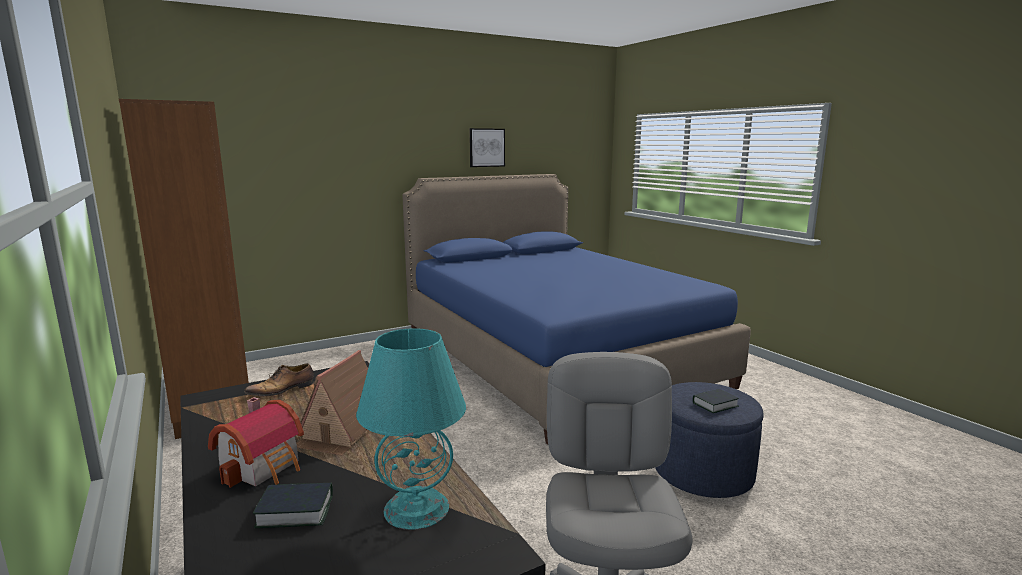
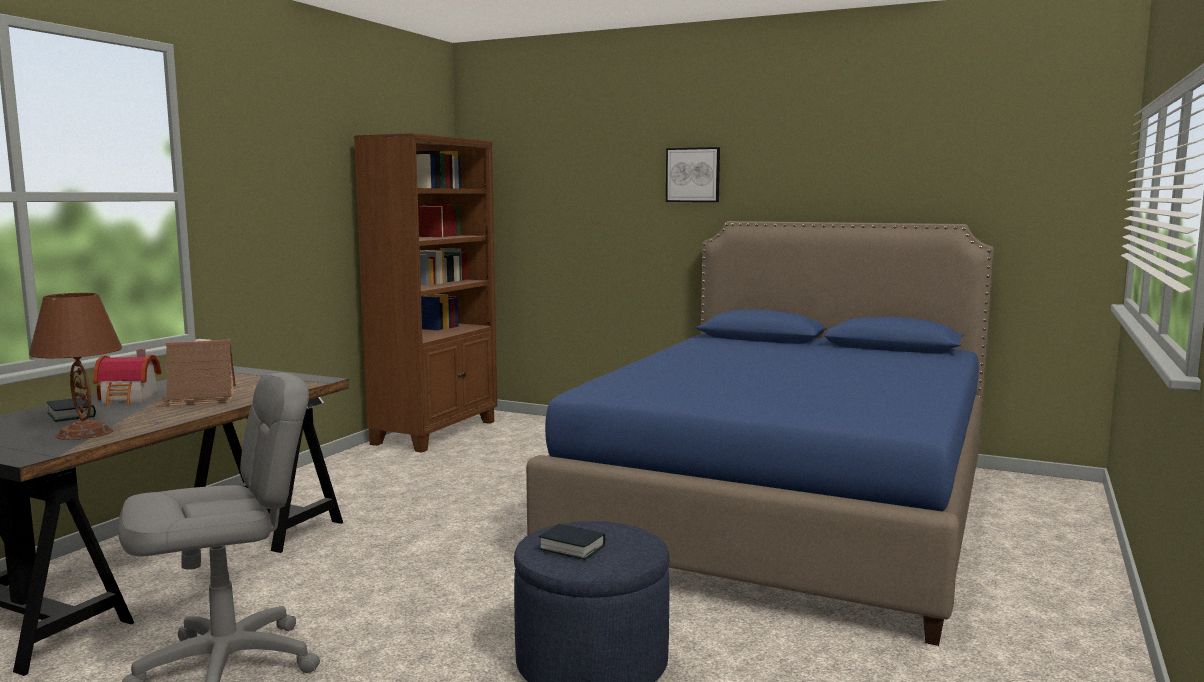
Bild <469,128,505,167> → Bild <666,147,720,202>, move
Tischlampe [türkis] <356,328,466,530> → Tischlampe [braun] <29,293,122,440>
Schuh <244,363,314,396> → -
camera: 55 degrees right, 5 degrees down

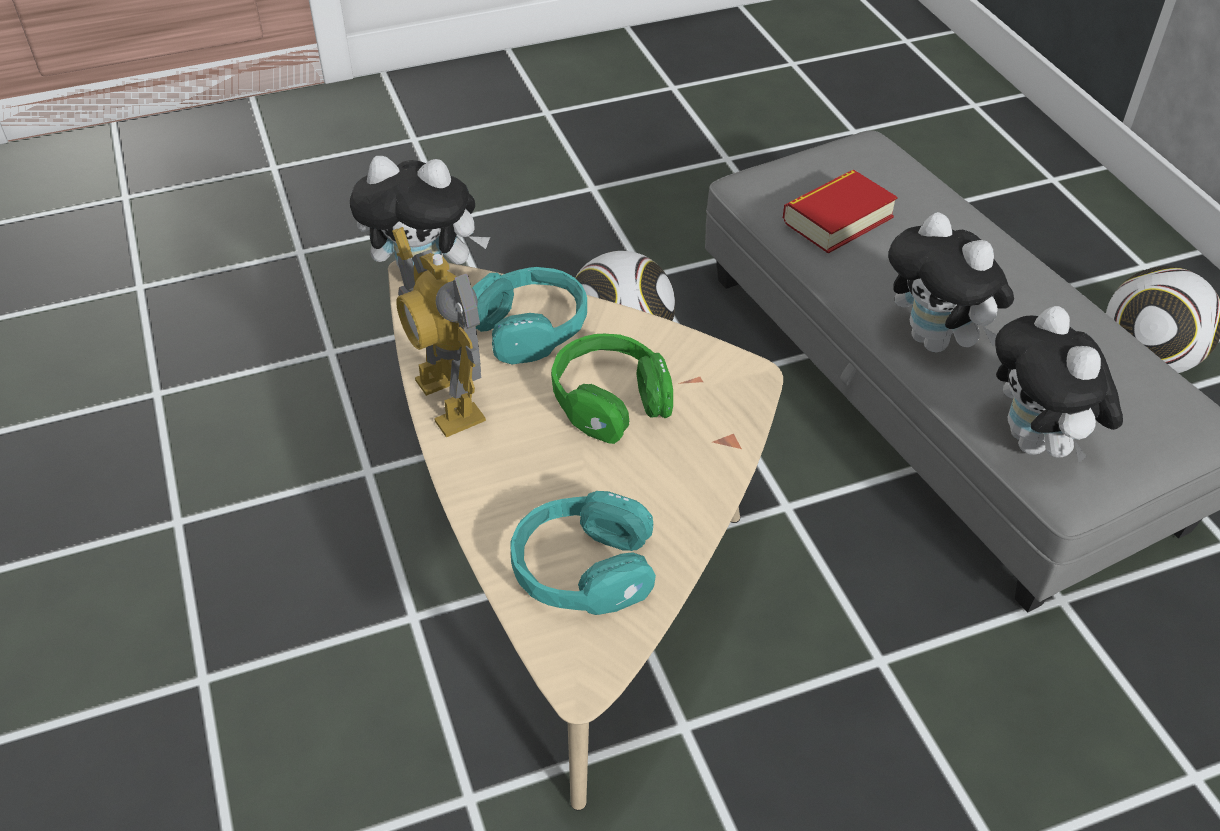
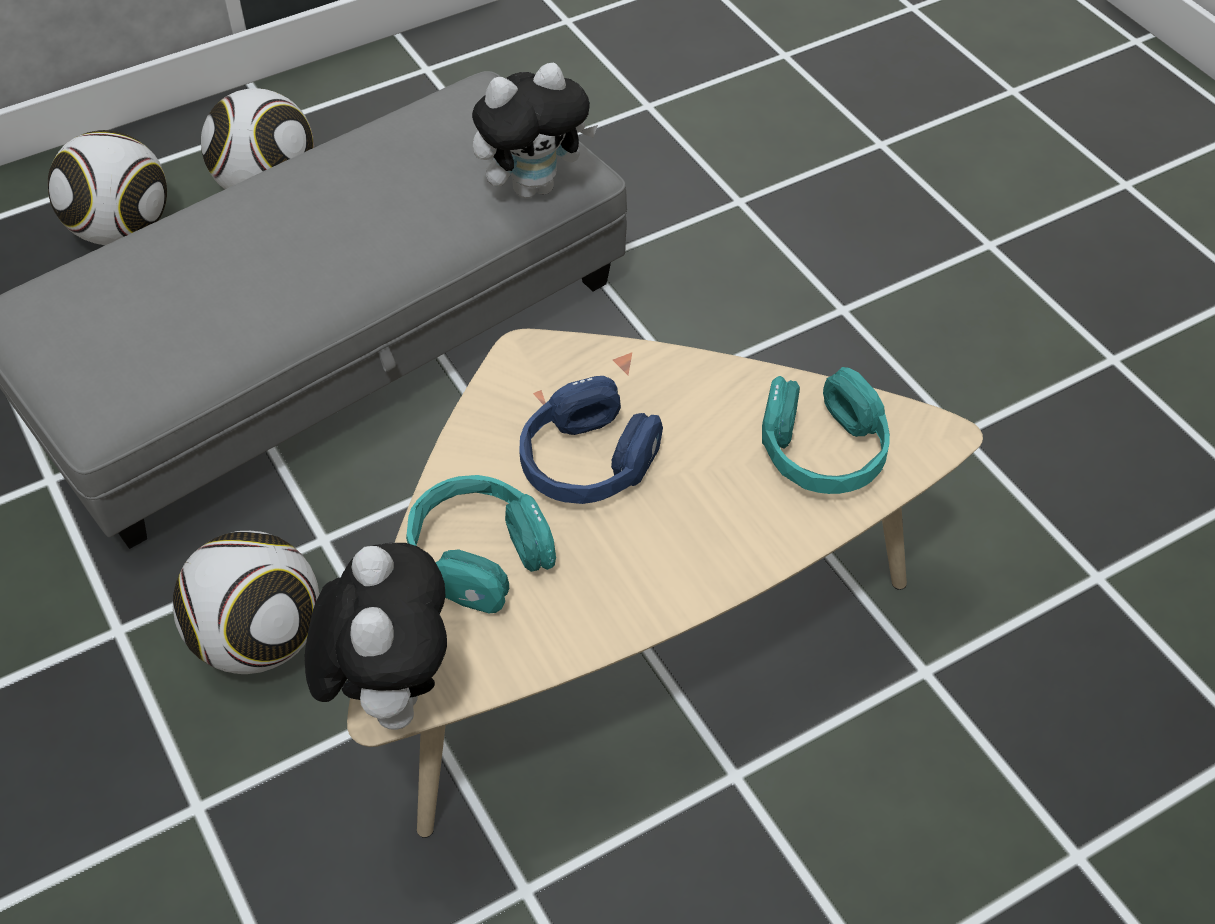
Buch <783,169,898,253> → -
Plüschtier <888,212,1014,353> → -
Spielzeugroboter <392,227,486,437> → -
Kopfhörer [grün] <551,334,673,444> → Kopfhörer [blau] <519,376,663,504>
- → Fußball <48,130,167,245>
camera: 100 degrees left, 5 degrees up

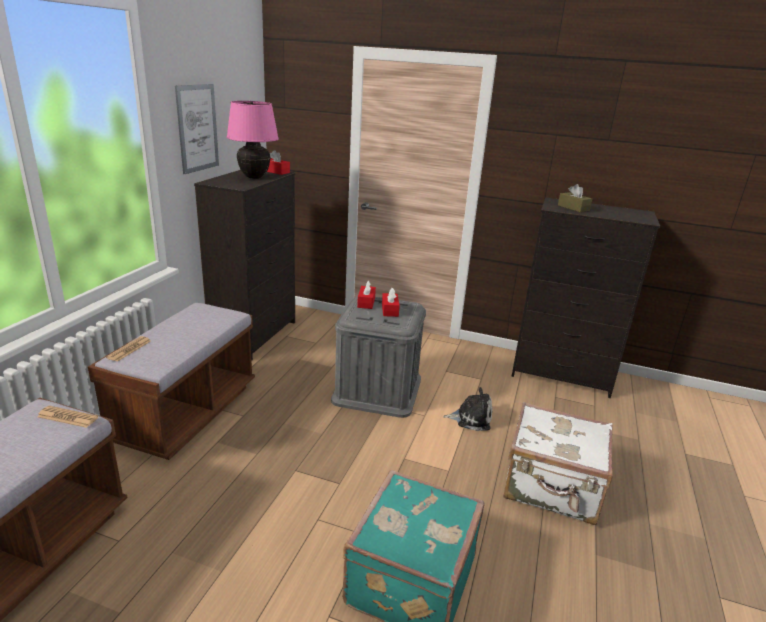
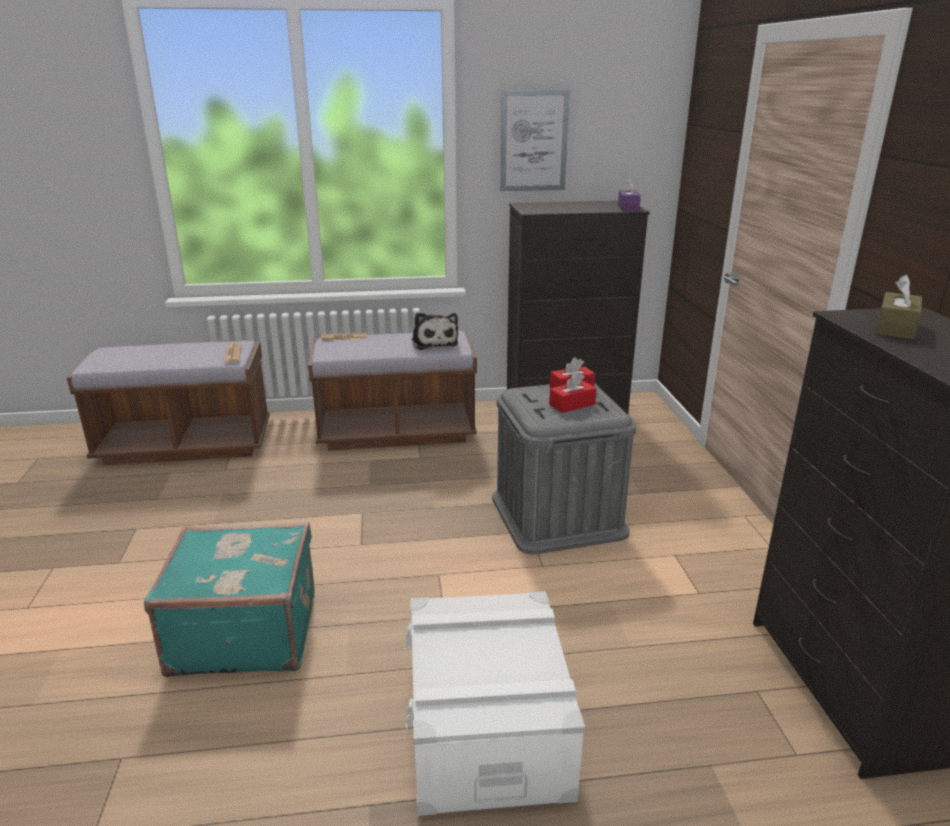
Tischlampe [rosa] <226,101,279,179> → -
Taschentuchbox [rot] <267,150,290,175> → Taschentuchbox [lila] <618,178,641,211>
Plüschtier <443,387,492,431> → Plüschtier <411,312,458,350>, move
Koffer [weiß] <503,402,613,525> → Aufbewahrungsbox [weiß] <405,591,585,816>
camera: 65 degrees right, 0 degrees up

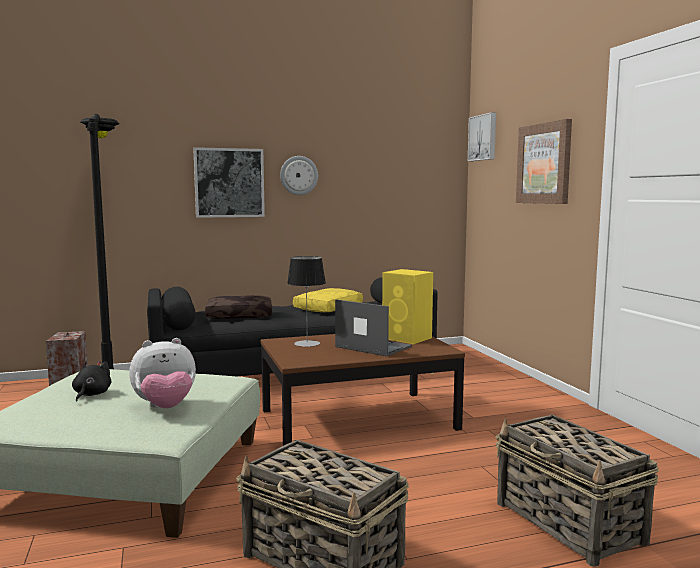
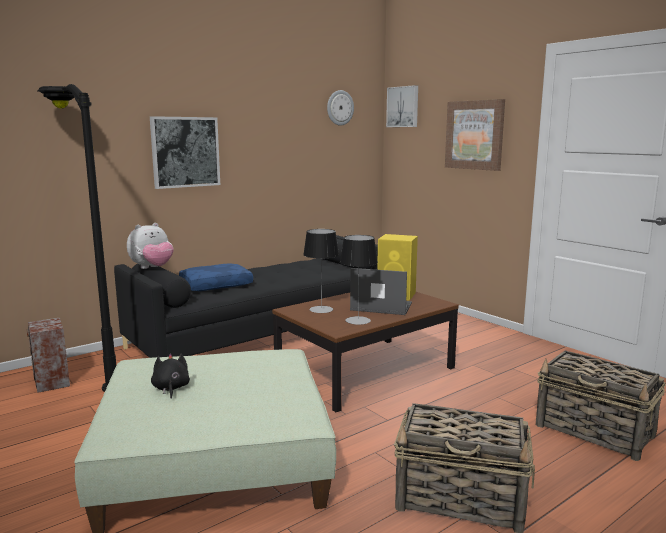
Wanduhr <280,156,318,195> → Wanduhr <327,90,354,126>, move
Kissen [gelb] <293,288,363,312> → -
Kissen [braun] <205,295,272,319> → Kissen [blau] <179,263,253,291>
Plüschtier <129,338,196,408> → Plüschtier <127,223,174,269>, move
- → Tischlampe <340,235,378,325>
camera: 20 degrees left, 5 degrees up

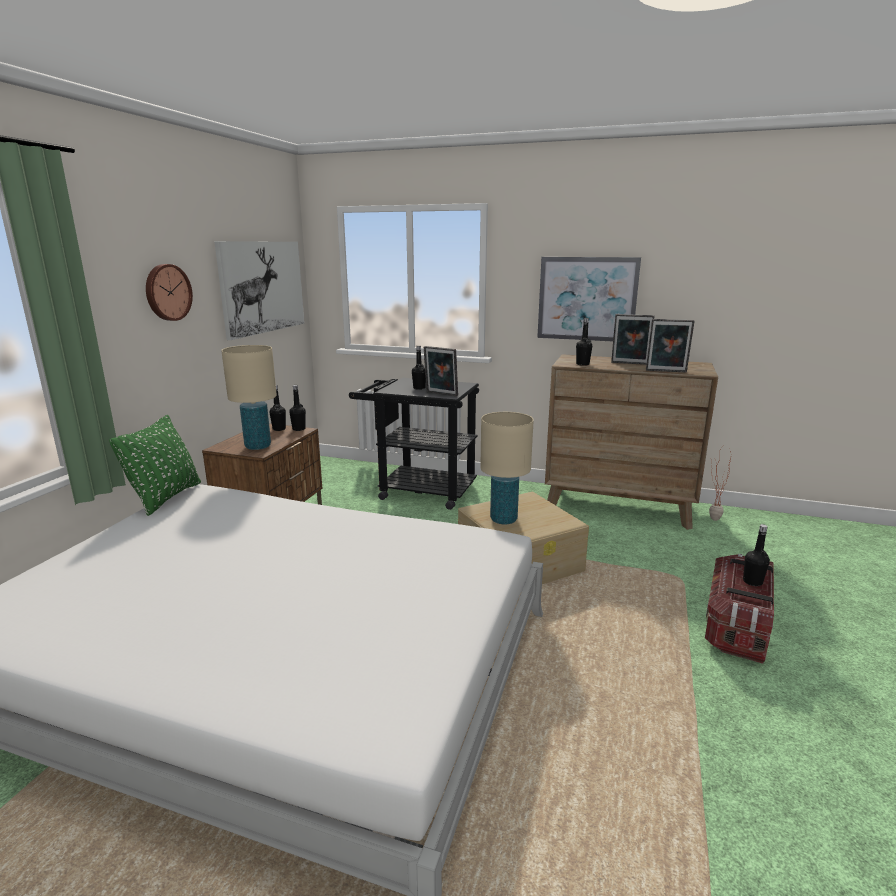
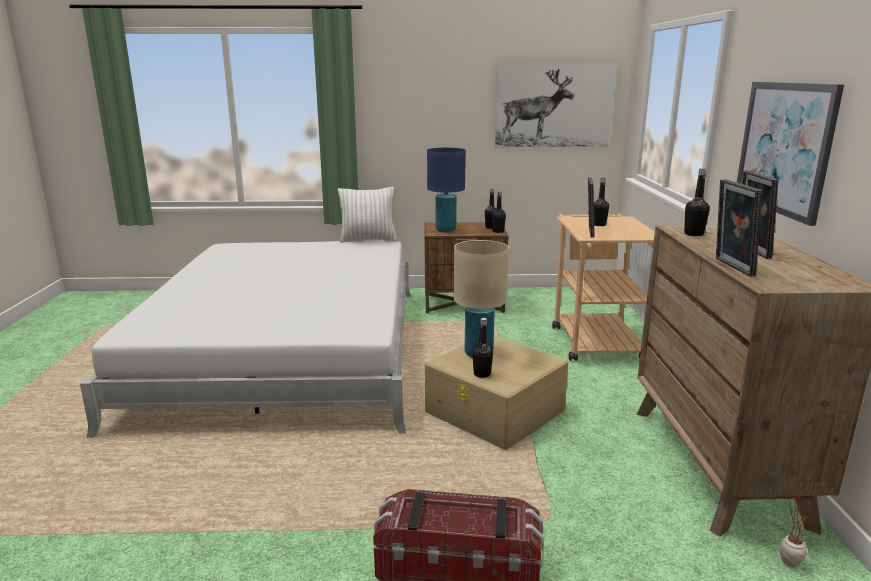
Wanduhr <146,264,193,321> → -
Tischlampe [beige] <221,345,277,450> → Tischlampe [blau] <427,148,466,233>
Rollwagen [schwarz] <349,378,479,510> → Rollwagen [beige] <552,213,655,361>
Kissen [grün] <109,415,201,516> → Kissen [weiß] <338,187,397,243>
Flasche [schwarz] <743,524,770,586> → Flasche [schwarz] <472,318,493,378>, move
camera: 70 degrees right, 0 degrees up

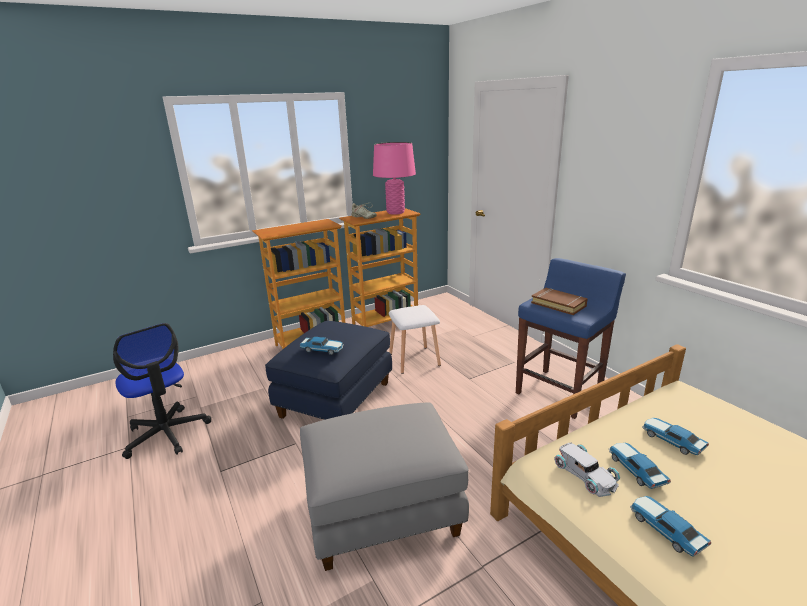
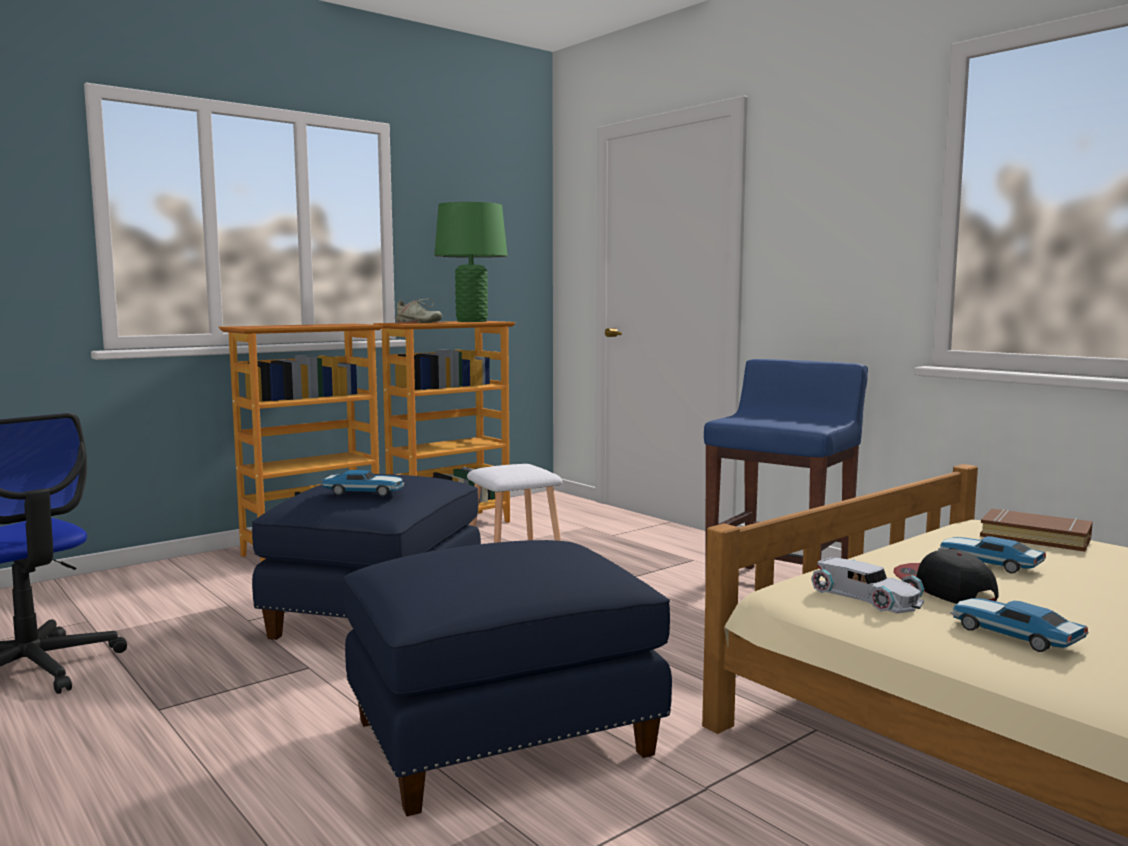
Tischlampe [rosa] <373,142,416,215> → Tischlampe [grün] <434,202,507,322>
Buch [braun] <531,288,588,315> → Buch [braun] <980,509,1093,552>, move
Polsterhocker [grau] <300,403,469,571> → Polsterhocker [blau] <344,540,672,816>
Spielzeugauto <609,443,671,489> → Kappe <893,549,999,604>
camera: 10 degrees left, 15 degrees down

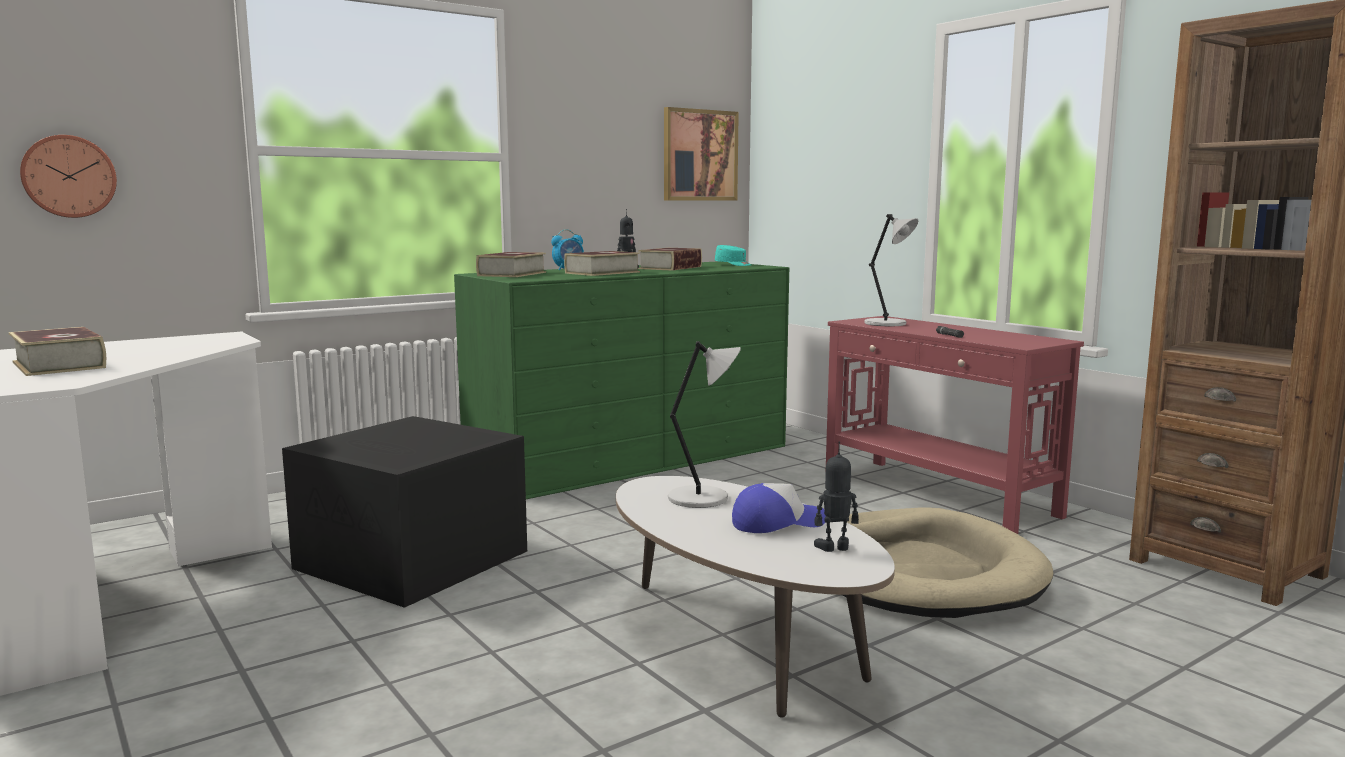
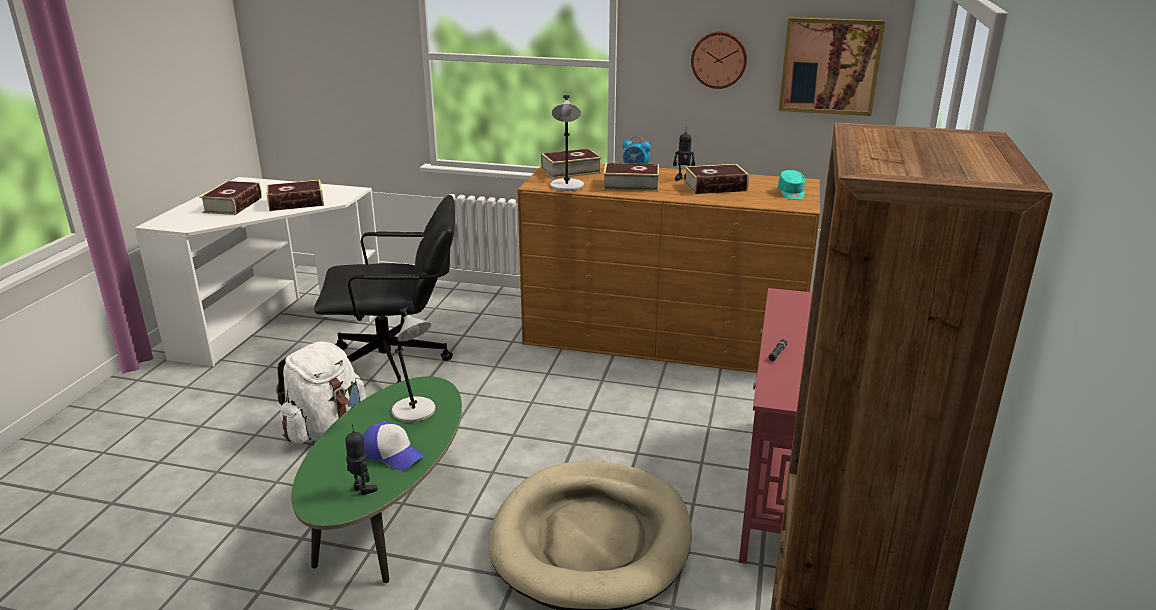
Wanduhr <20,135,117,218> → Wanduhr <691,31,747,89>, move
Tischlampe [grau] <864,214,918,326> → Tischlampe [grau] <550,95,584,191>, move
Kommode [grün] <454,261,789,499> → Kommode [braun] <517,164,820,373>
Aufbewahrungsbox [schwarz] <282,416,527,608> → Bürostuhl [schwarz] <314,195,455,383>
Couchtisch [weiß] <616,476,895,718> → Couchtisch [grün] <291,376,462,583>
- → Buch <267,180,324,211>
- → Rucksack [weiß] <276,342,366,444>
camera: 50 degrees right, 15 degrees up

